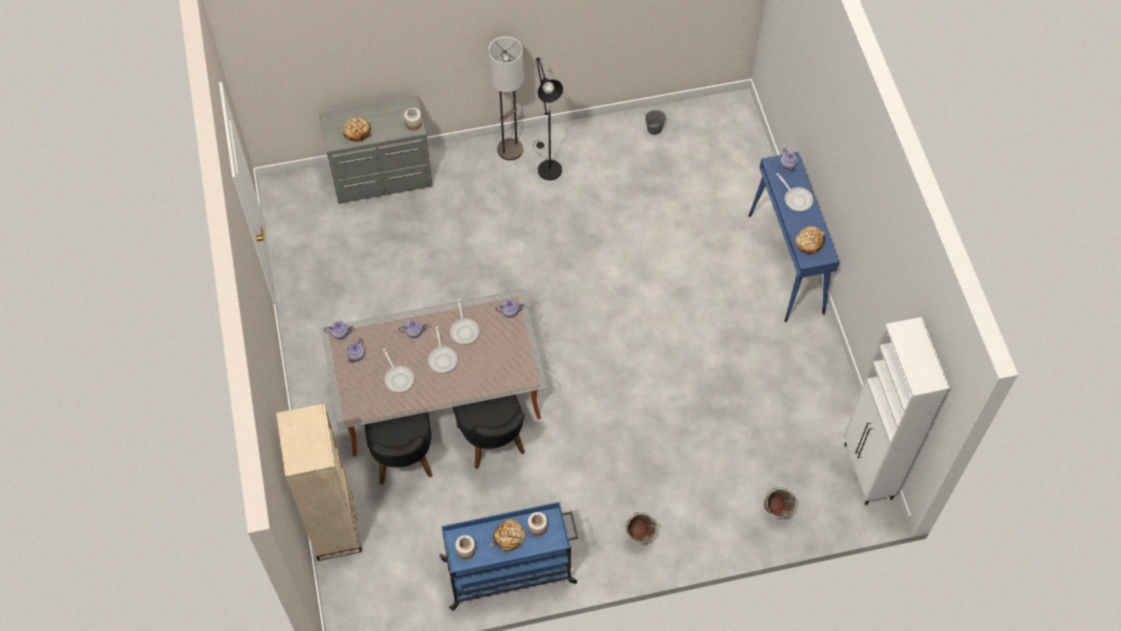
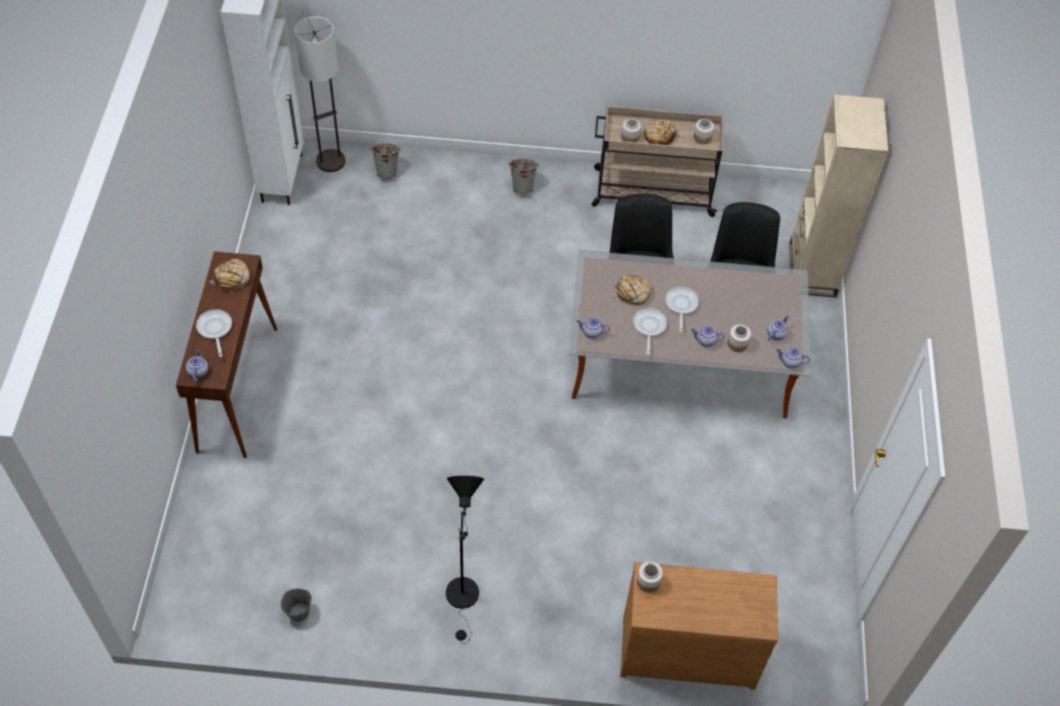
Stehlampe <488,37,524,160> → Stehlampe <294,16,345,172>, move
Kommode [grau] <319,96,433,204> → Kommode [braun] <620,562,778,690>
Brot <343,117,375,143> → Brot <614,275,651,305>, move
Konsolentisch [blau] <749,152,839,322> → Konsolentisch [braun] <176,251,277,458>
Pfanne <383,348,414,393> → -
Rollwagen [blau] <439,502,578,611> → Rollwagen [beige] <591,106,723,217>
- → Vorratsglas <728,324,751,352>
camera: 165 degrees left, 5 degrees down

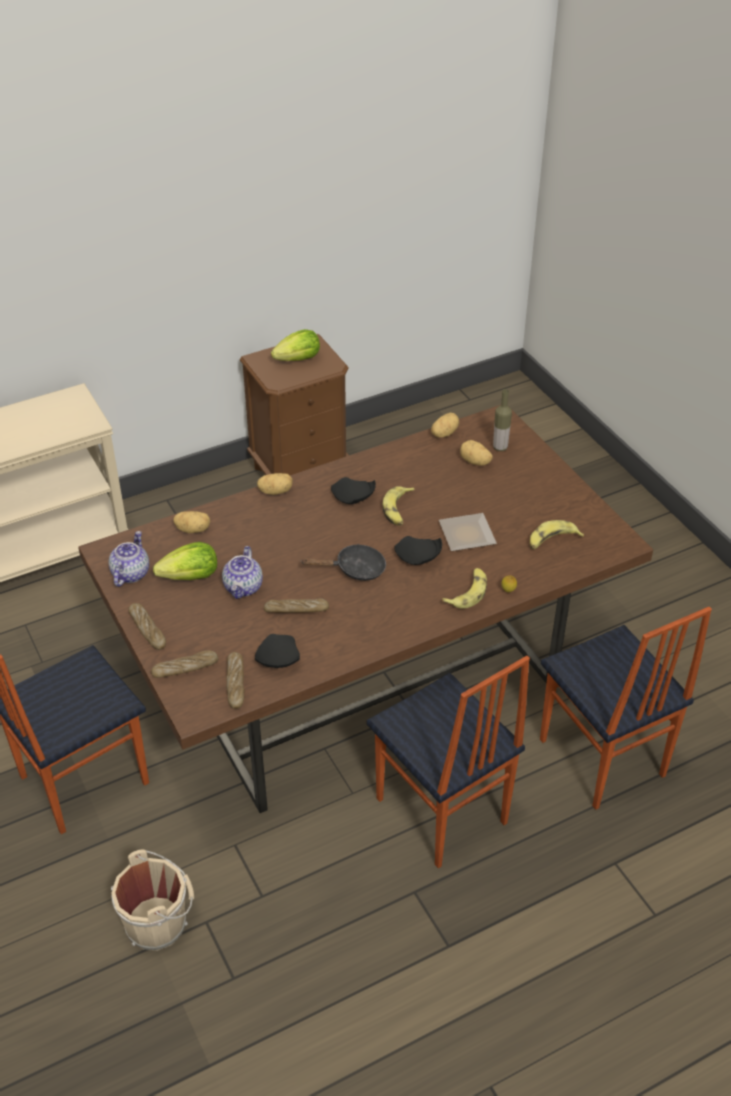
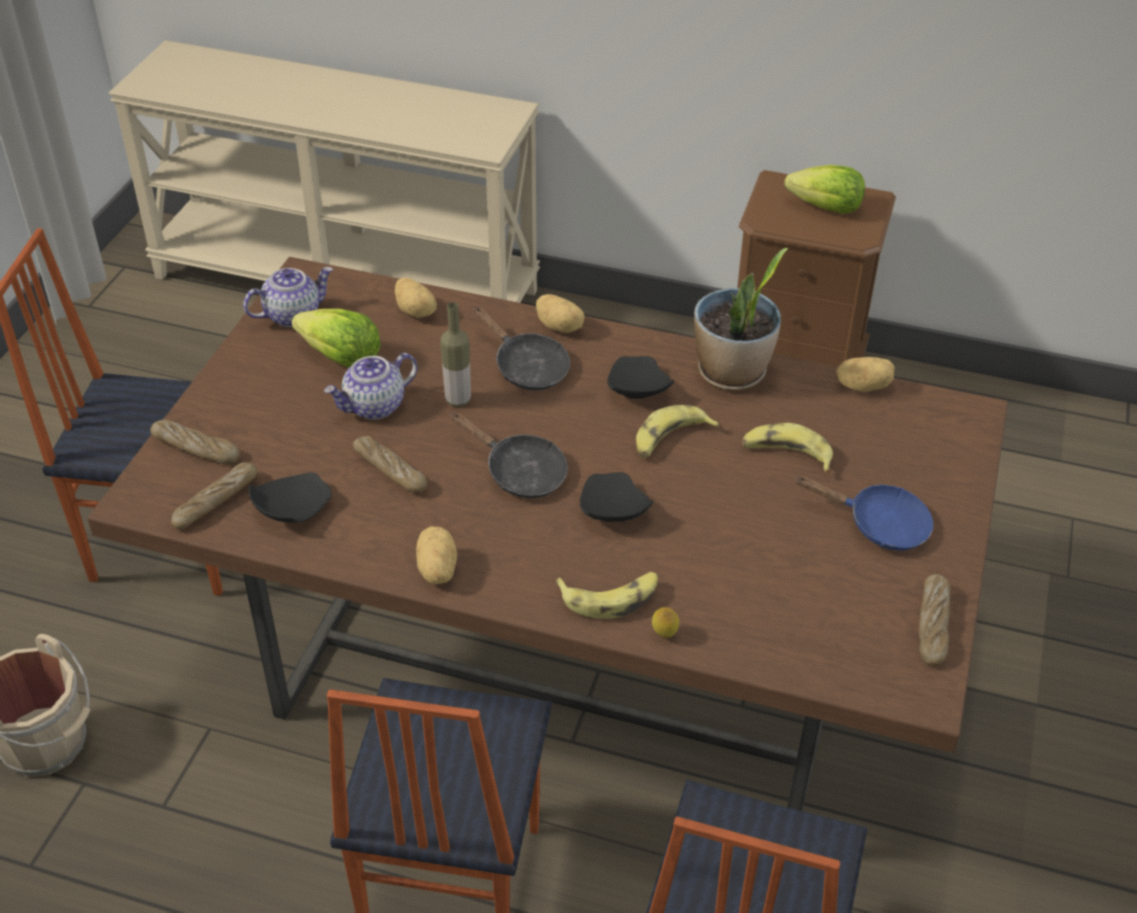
Flasche <493,389,512,451> → Flasche <440,302,471,407>, move
Kartoffel <460,440,493,466> → Kartoffel <416,526,457,584>, move
Teller <439,513,497,551> → -
Banane <530,520,584,549> → Banane <742,423,833,473>, move
Brot <128,603,166,650> → Brot <919,574,951,667>, move
- → Topfpflanze <694,248,788,391>
- → Pfanne [schwarz] <473,306,570,390>
- → Pfanne [blau] <795,475,933,550>
camera: 45 degrees right, 0 degrees up

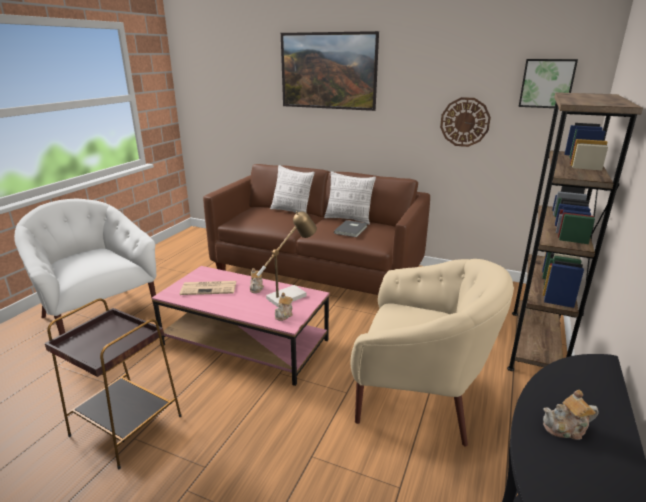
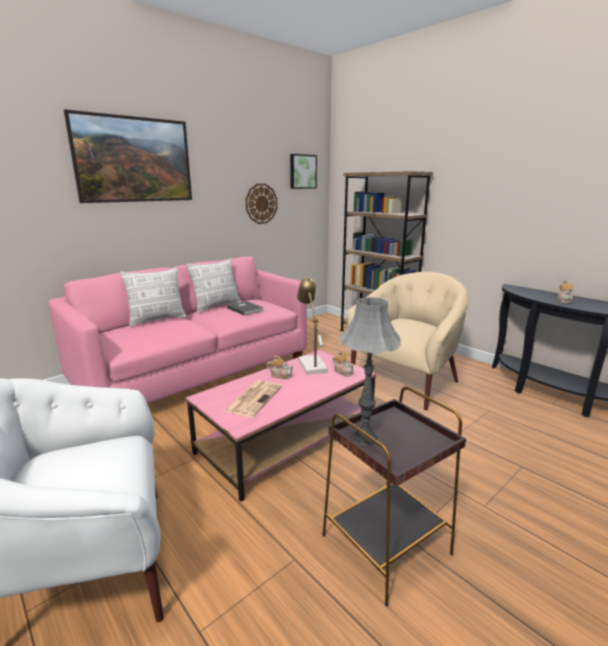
Sofa [braun] <203,164,430,295> → Sofa [rosa] <49,256,307,403>
- → Tischlampe [grau] <340,297,401,446>
camera: 65 degrees left, 5 degrees down

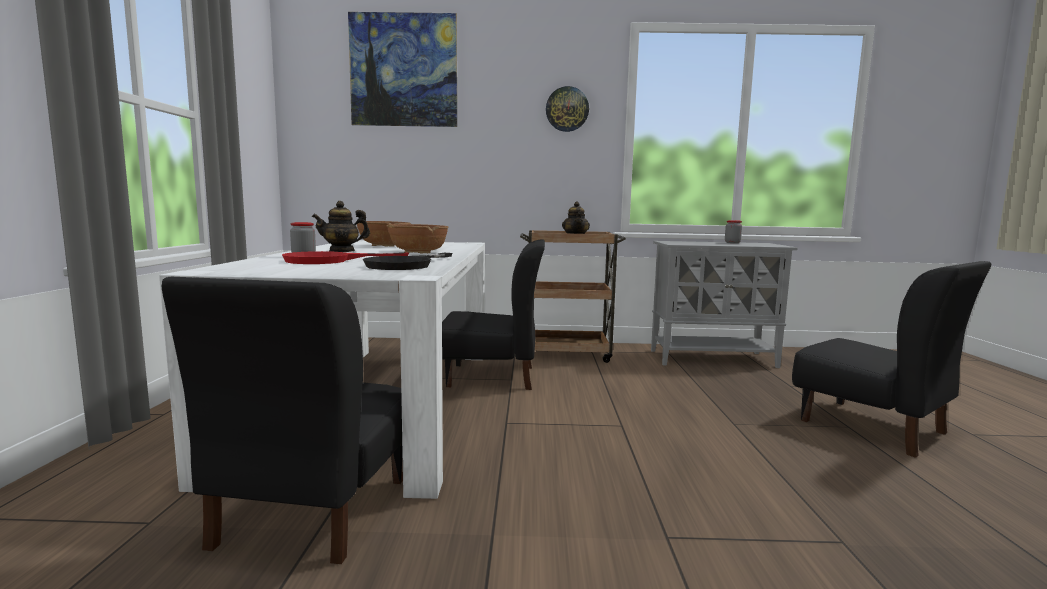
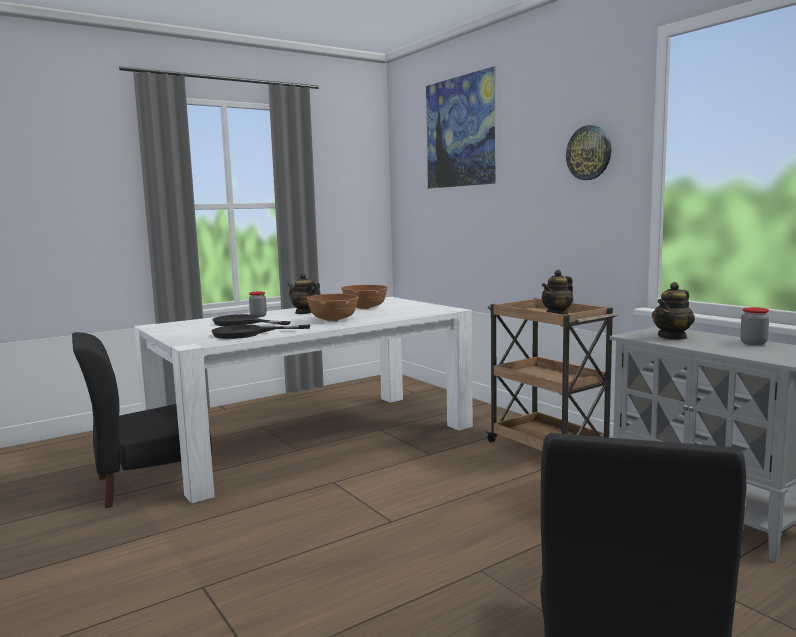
Stuhl [schwarz] <442,239,545,390> → -
Pfanne [rot] <282,251,409,264> → Pfanne [schwarz] <213,314,291,326>
- → Teekanne <652,282,695,340>
camera: 55 degrees right, 0 degrees up

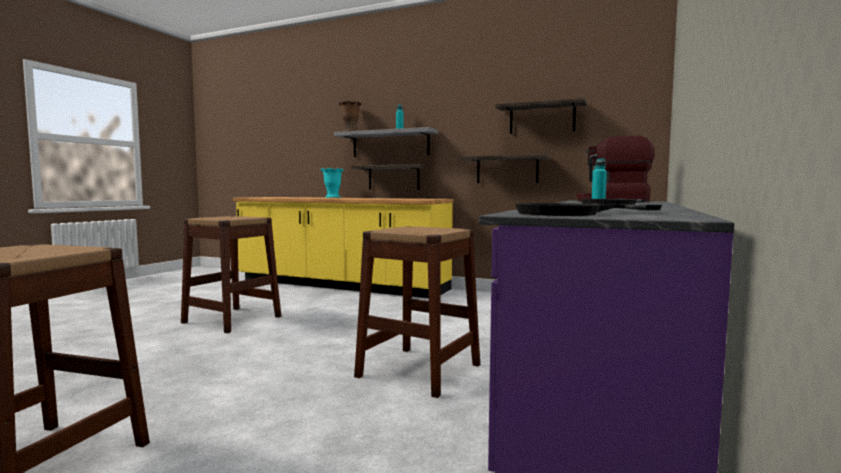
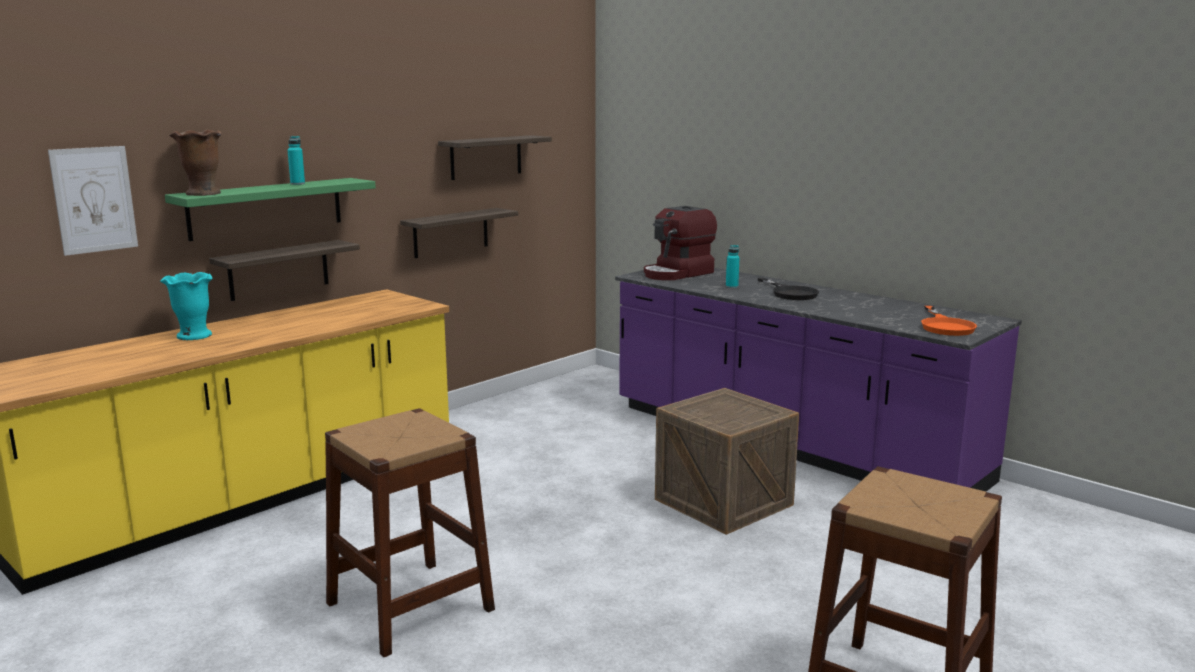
Wandregal [grau] <334,127,438,157> → Wandregal [grün] <165,178,376,241>
Pfanne [schwarz] <515,203,662,216> → Pfanne [orange] <921,306,977,336>
Hocker [braun] <354,226,480,398> → Kiste <655,388,799,535>
- → Bild <48,146,138,256>
camera: 70 degrees left, 10 degrees up

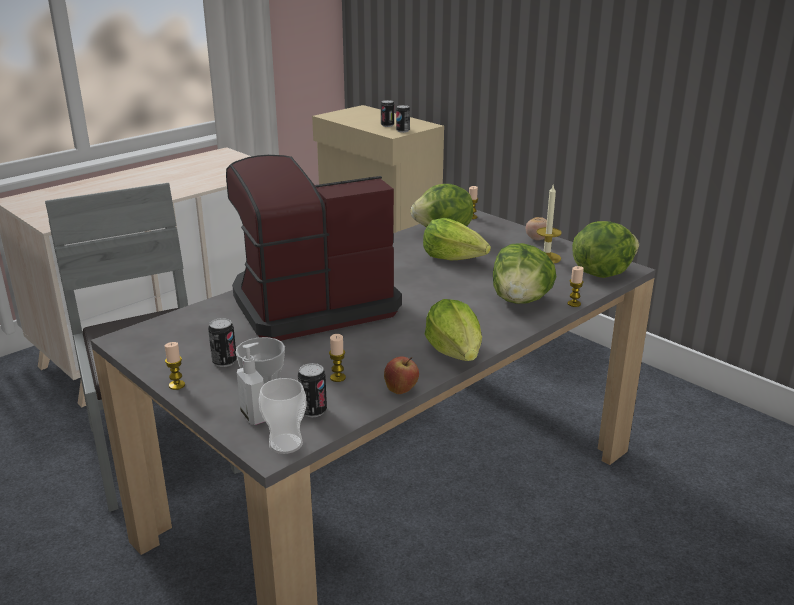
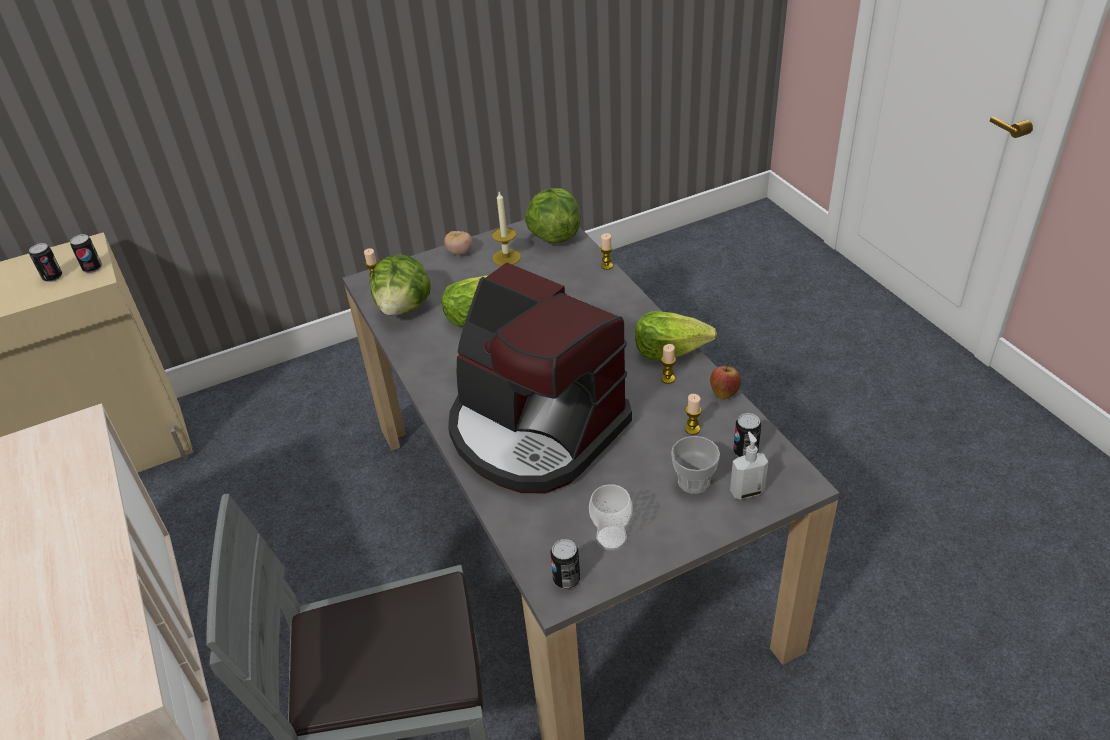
Kaffeemaschine <226,155,402,341> → Kaffeemaschine <448,262,632,493>, 45 degrees counterclockwise
Salatkopf <493,243,557,304> → -
Dose <208,318,237,367> → Dose <551,539,580,589>, move
Kerze <165,342,185,390> → Kerze <661,344,676,384>, move
Tasse <259,378,307,454> → Tasse <589,484,633,550>, move
camera: 70 degrees left, 15 degrees up

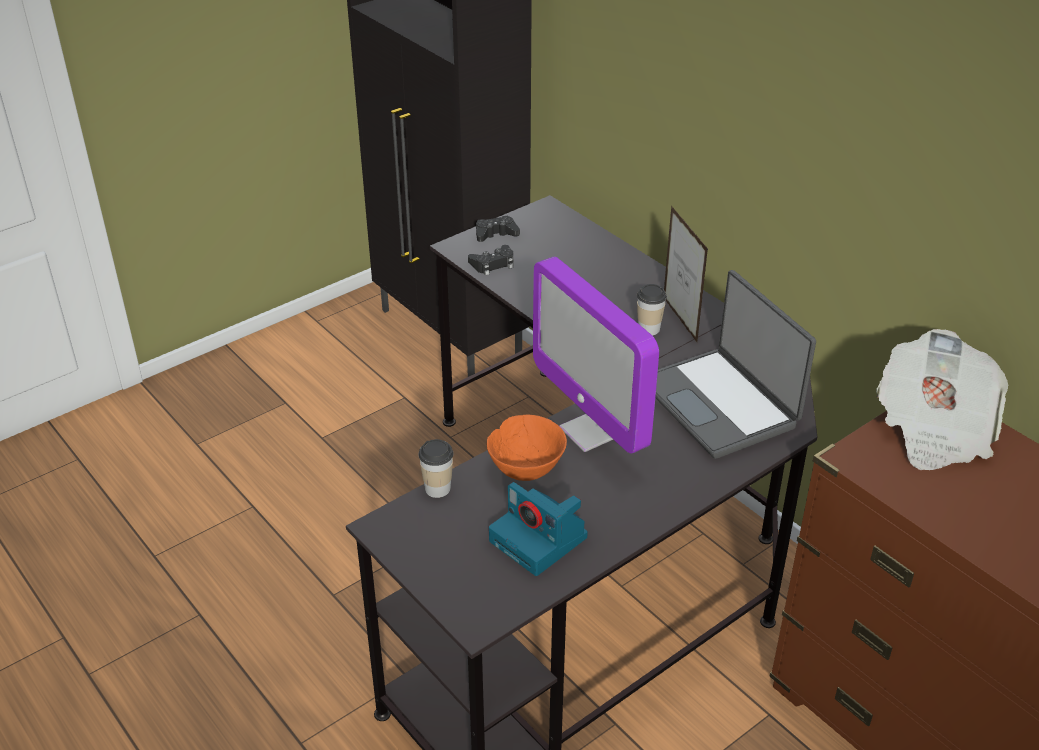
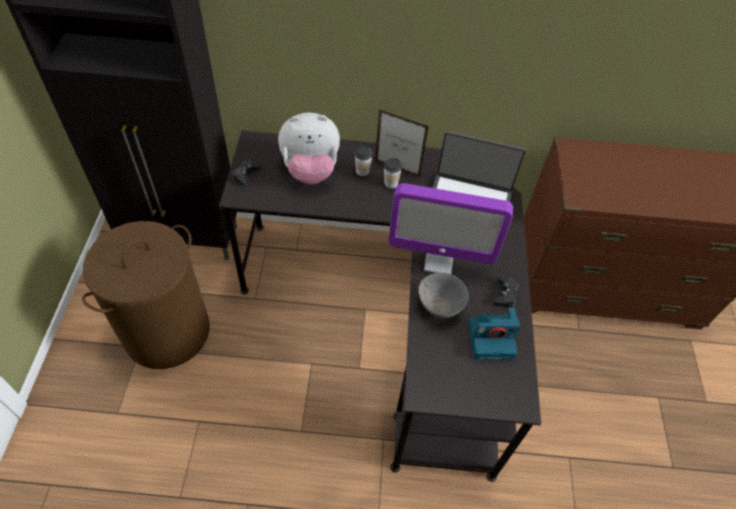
Gamepad [schwarz] <468,245,514,275> → Gamepad [schwarz] <493,275,519,308>, move
Zeitung <876,329,1009,470> → -
Schüssel [orange] <486,415,567,481> → Schüssel [grau] <418,273,469,318>
Tasse <418,439,453,498> → Tasse <355,146,373,176>, move
- → Plüschtier <278,113,340,184>
- → Wäschekorb [braun] <82,221,210,369>
camera: 50 degrees left, 15 degrees up

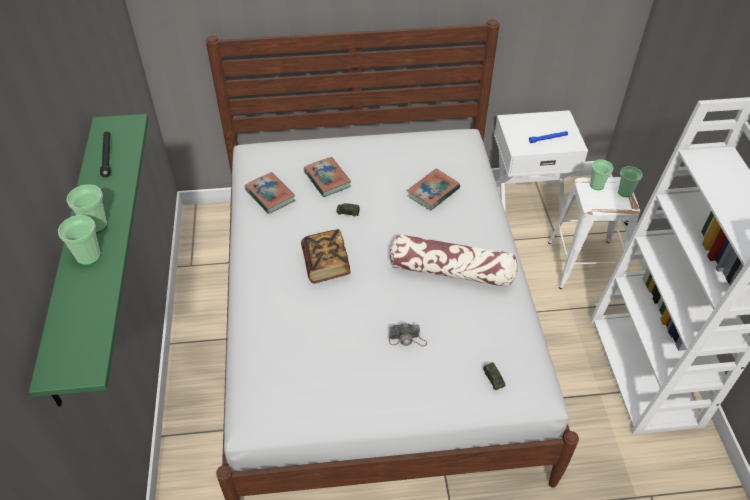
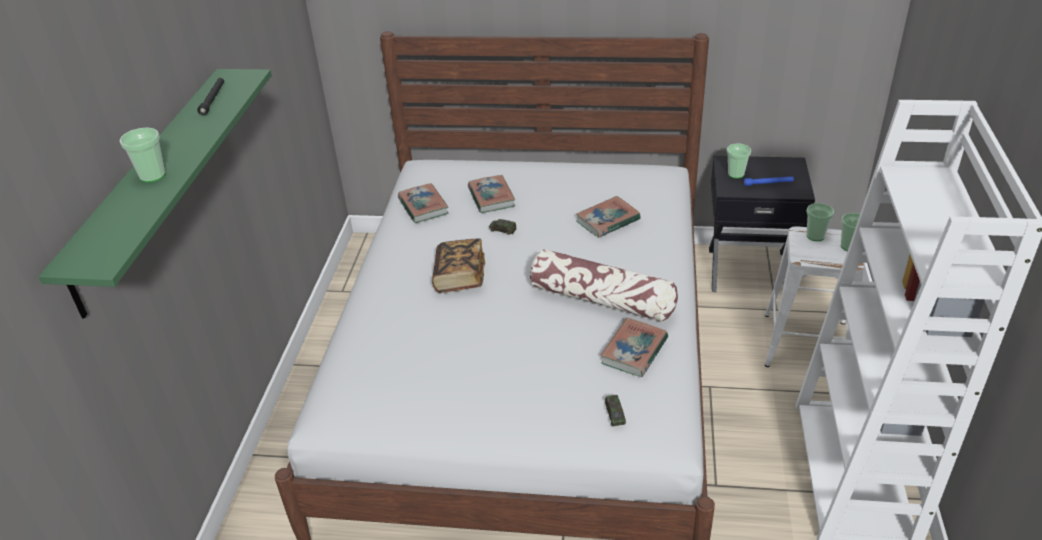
Nachttisch [weiß] <494,110,588,220> → Nachttisch [schwarz] <709,156,815,292>
Tasse <66,184,107,233> → Tasse <727,144,751,179>, move
Kamera <389,323,427,346> → -
- → Buch <600,318,668,377>
camera: 15 degrees right, 10 degrees down

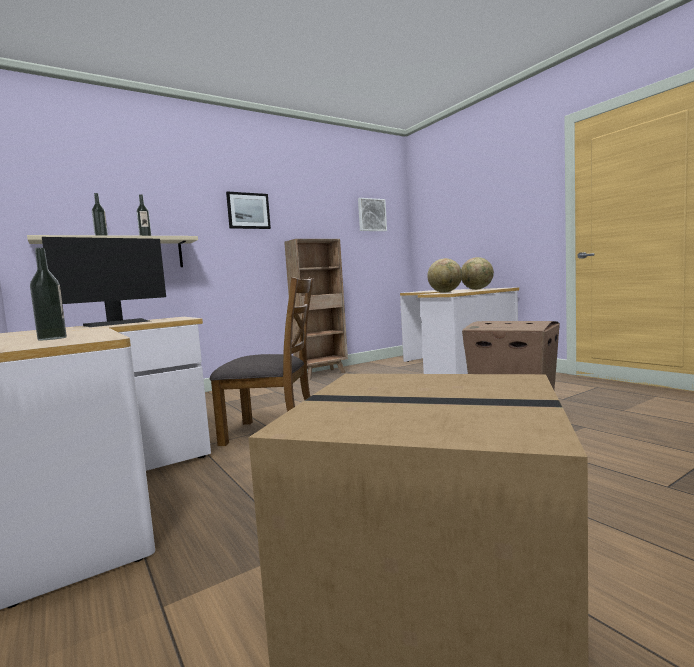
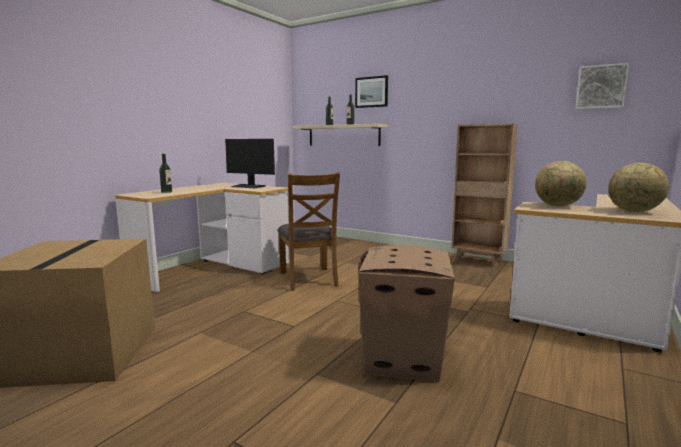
Bild <226,191,271,229> → Bild <355,75,388,108>, move
camera: 65 degrees right, 5 degrees up

